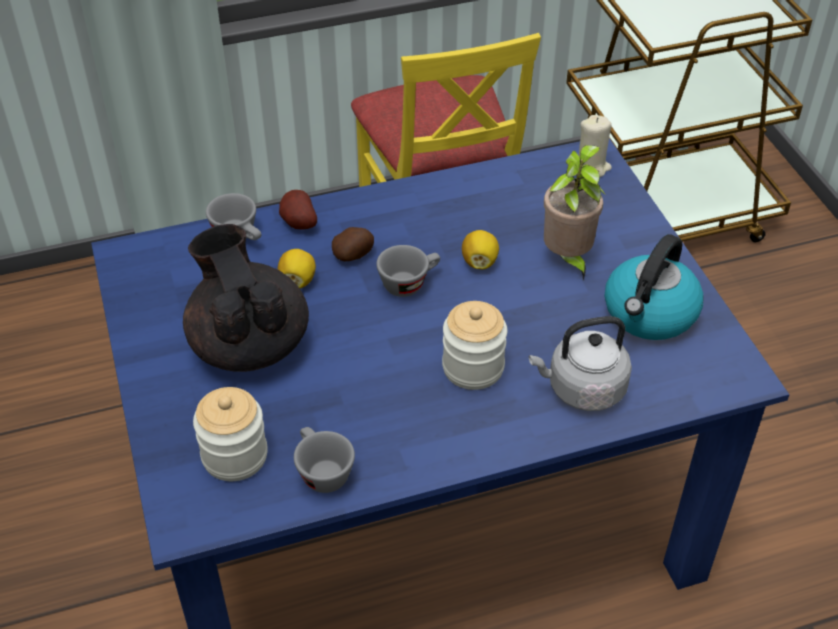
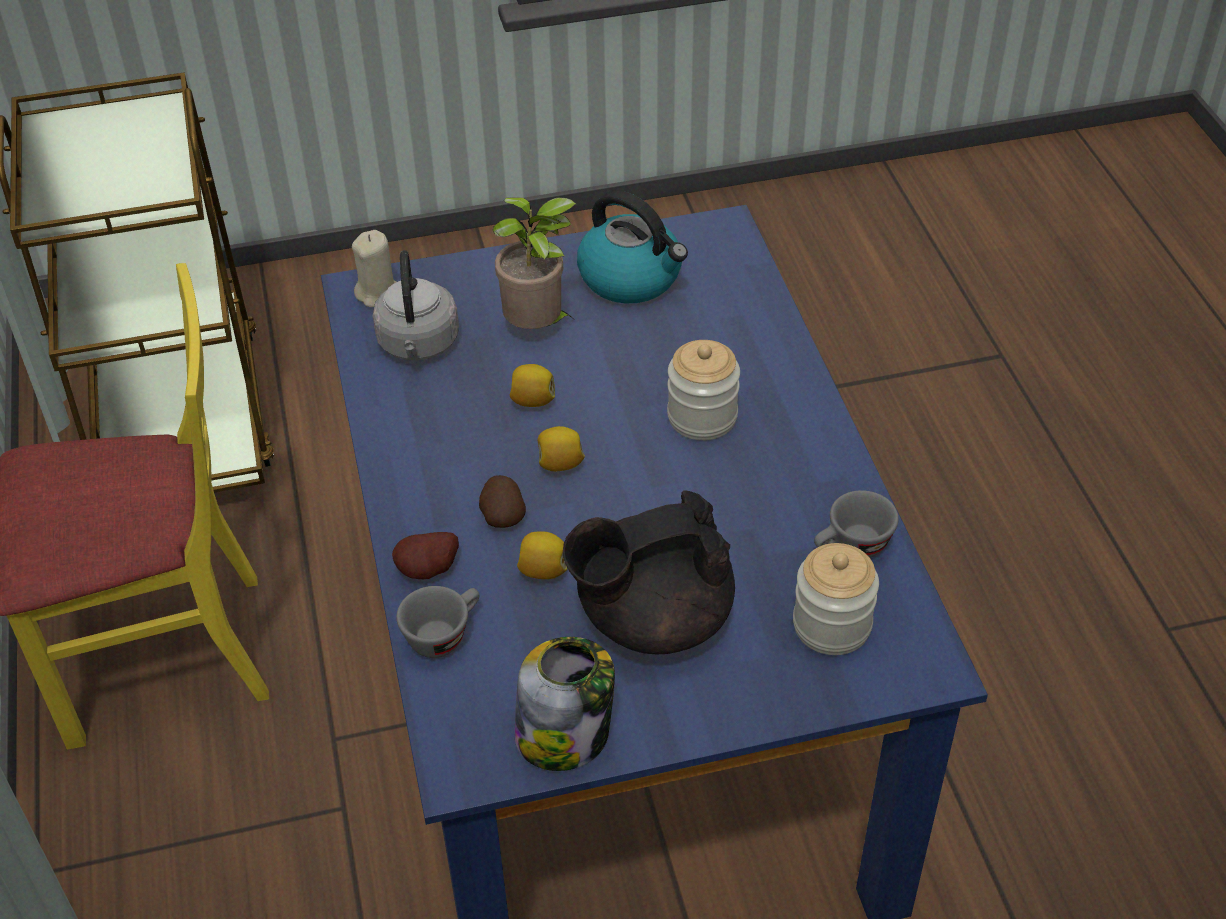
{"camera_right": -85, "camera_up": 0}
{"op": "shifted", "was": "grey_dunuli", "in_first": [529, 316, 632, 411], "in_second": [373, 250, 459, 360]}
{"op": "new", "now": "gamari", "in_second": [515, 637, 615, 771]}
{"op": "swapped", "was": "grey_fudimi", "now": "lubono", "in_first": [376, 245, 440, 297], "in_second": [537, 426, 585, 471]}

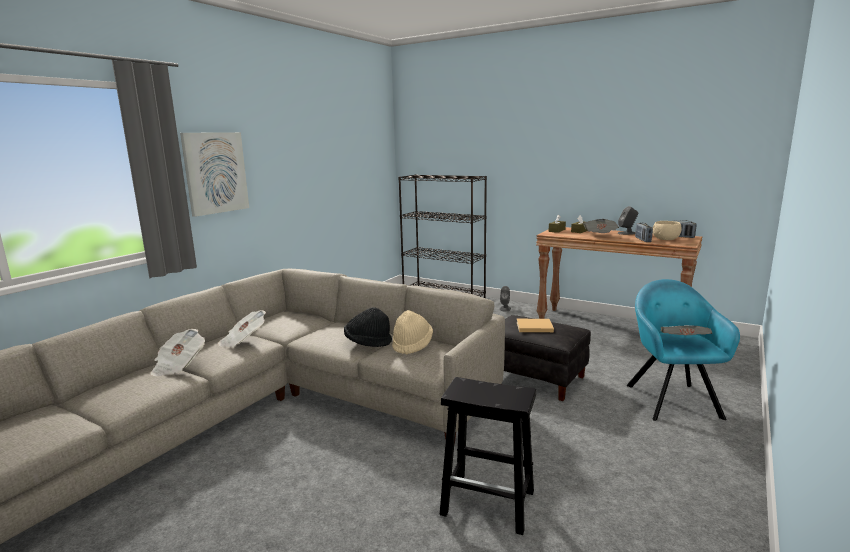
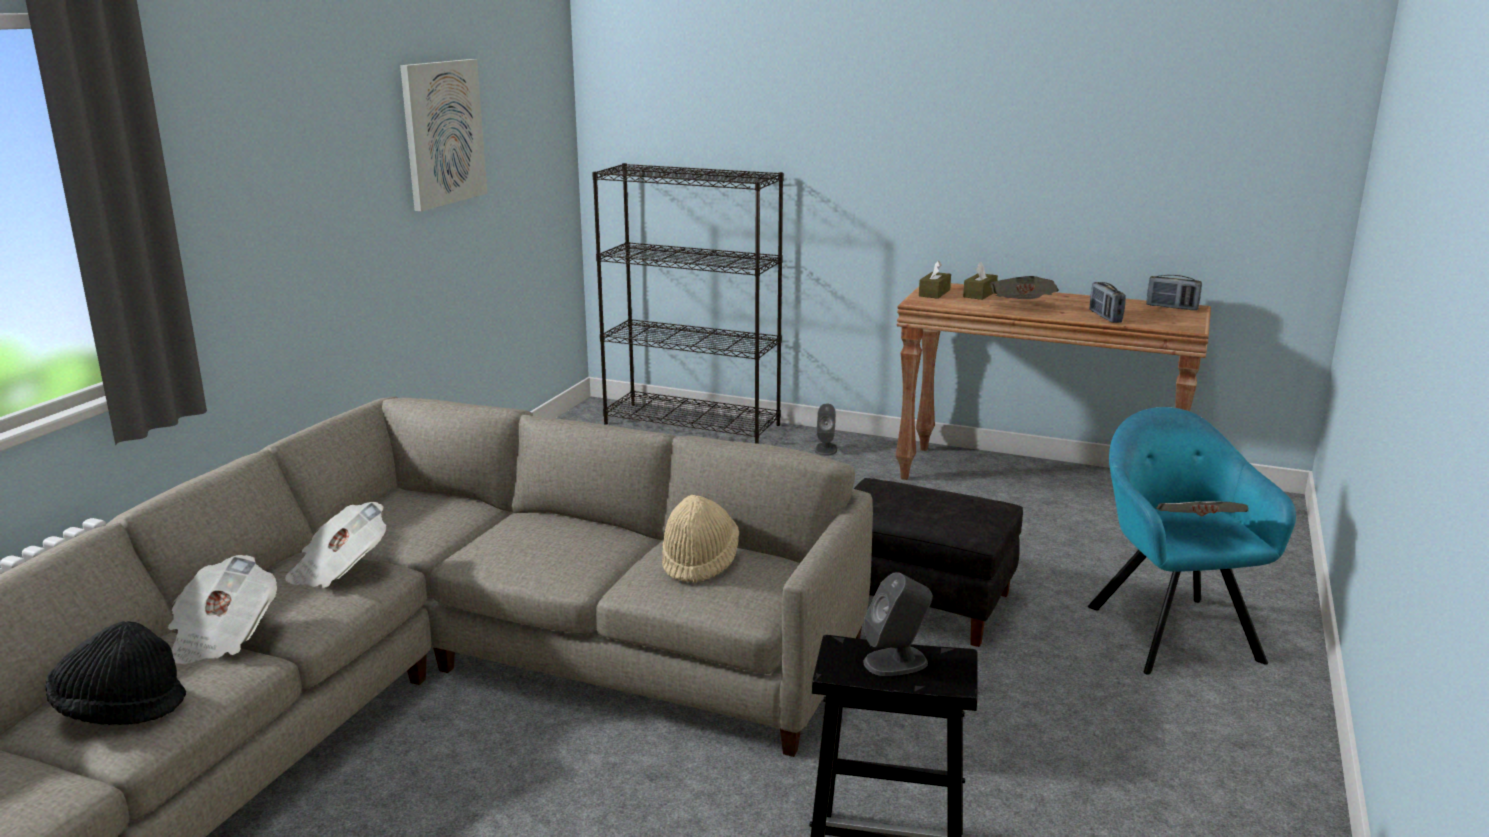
{"camera_right": -10, "camera_up": 5}
{"op": "shifted", "was": "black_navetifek", "in_first": [344, 307, 392, 347], "in_second": [45, 621, 186, 725]}
{"op": "shifted", "was": "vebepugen", "in_first": [180, 132, 249, 217], "in_second": [400, 59, 487, 211]}
{"op": "shifted", "was": "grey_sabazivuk", "in_first": [618, 206, 638, 235], "in_second": [863, 572, 933, 676]}
{"op": "gone", "was": "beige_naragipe", "in_first": [517, 319, 554, 332]}
{"op": "gone", "was": "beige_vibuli", "in_first": [653, 221, 682, 240]}

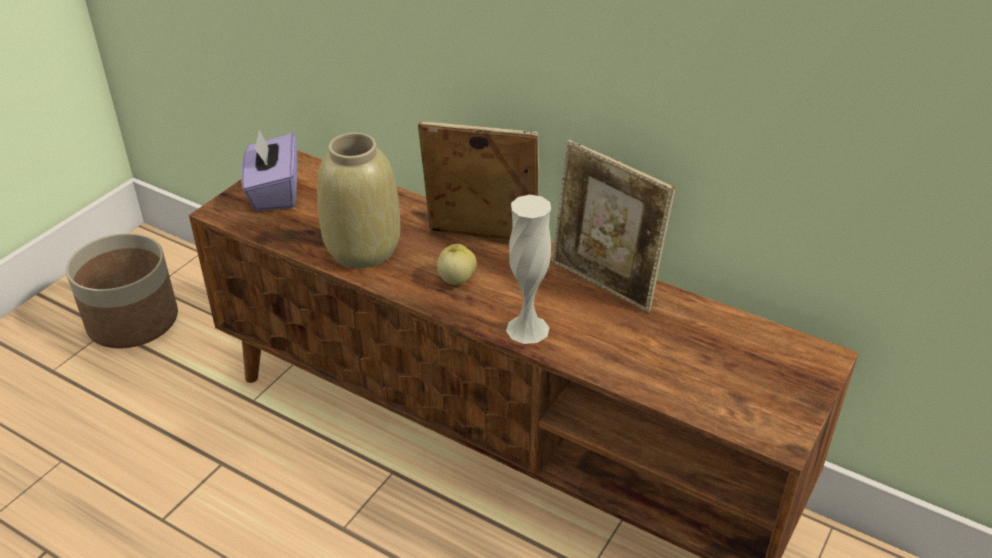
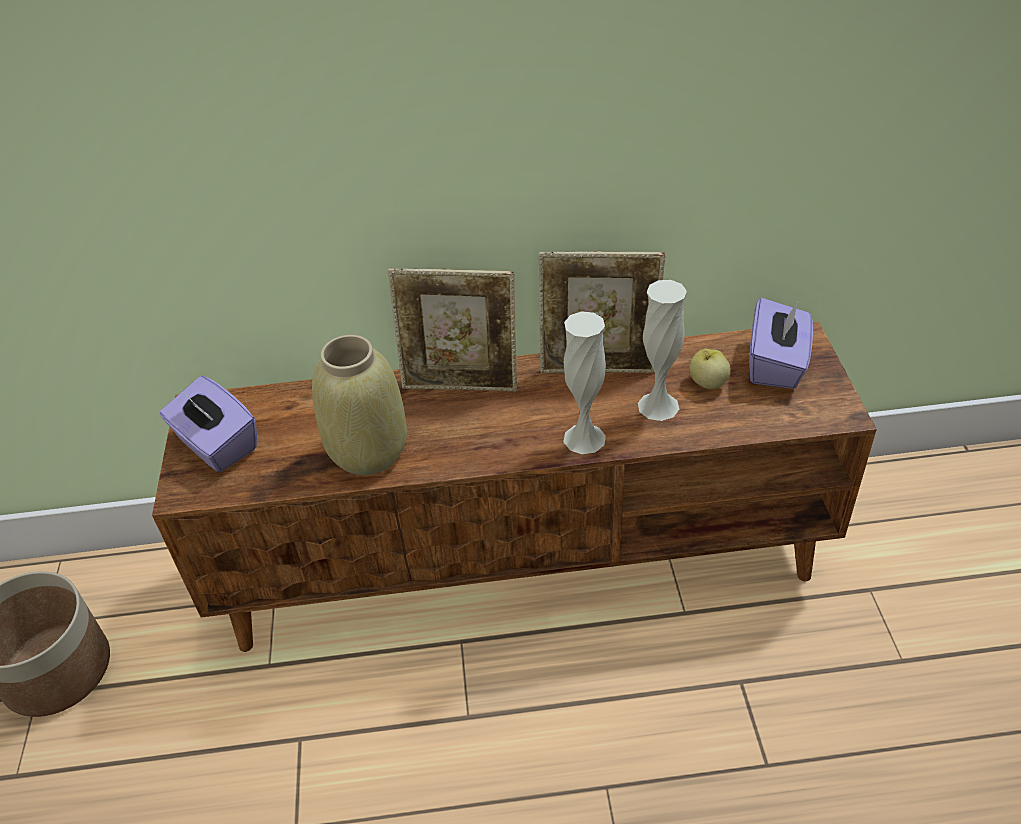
{"camera_right": -35, "camera_up": 5}
{"op": "rotated", "was": "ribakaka", "in_first": [418, 121, 539, 241], "in_second": [388, 268, 517, 391], "clockwise": -150}
{"op": "new", "now": "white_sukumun", "in_second": [638, 280, 687, 421]}
{"op": "shifted", "was": "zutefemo", "in_first": [437, 244, 477, 285], "in_second": [689, 349, 731, 389]}
{"op": "new", "now": "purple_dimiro", "in_second": [749, 298, 813, 389]}

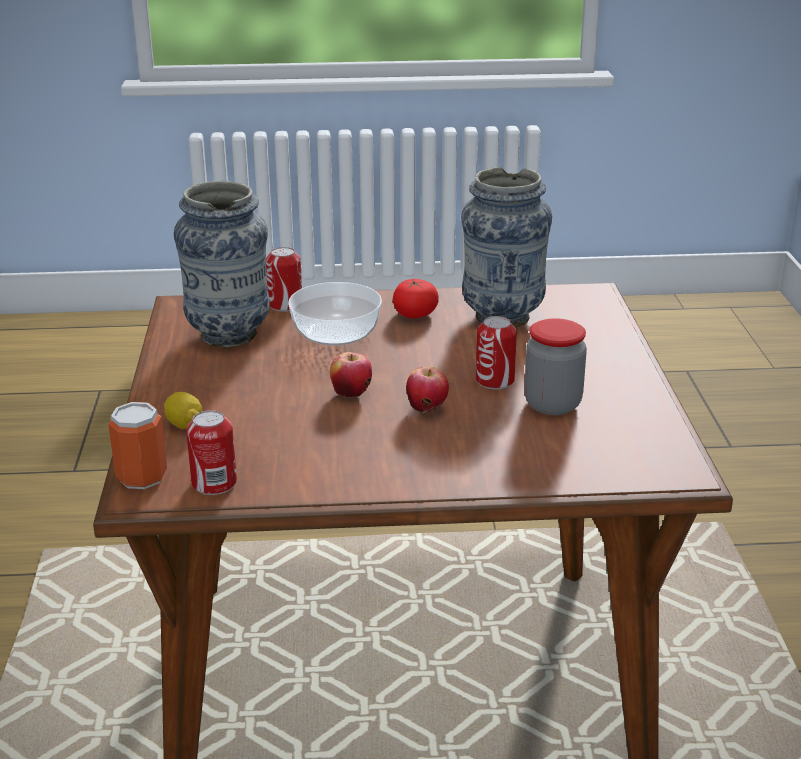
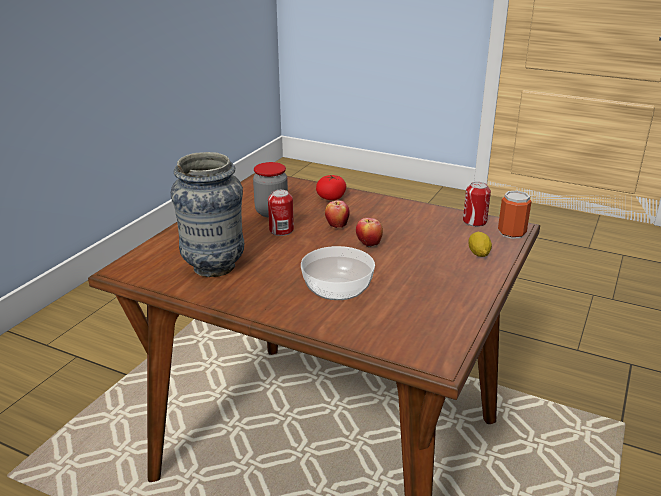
{"camera_right": -150, "camera_up": 0}
{"op": "shifted", "was": "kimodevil", "in_first": [393, 278, 439, 318], "in_second": [316, 175, 346, 200]}
{"op": "gone", "was": "sukumun", "in_first": [174, 181, 270, 347]}
{"op": "gone", "was": "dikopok", "in_first": [266, 247, 302, 312]}

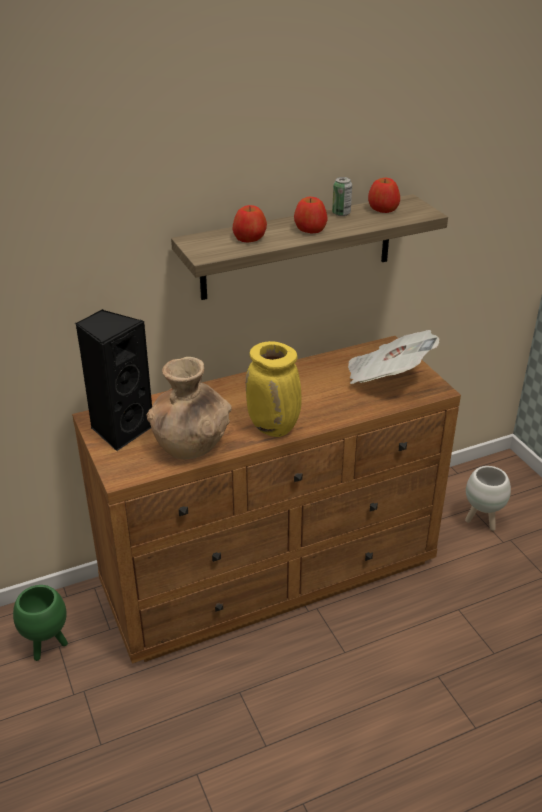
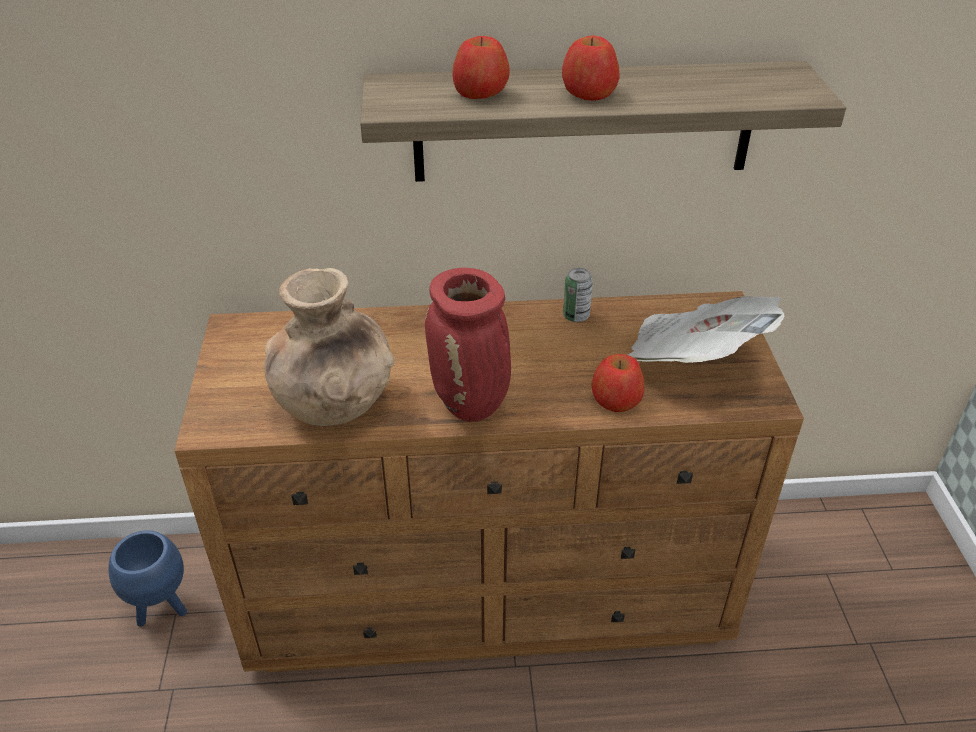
{"camera_right": 20, "camera_up": 5}
{"op": "repainted", "was": "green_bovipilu", "now": "blue_bovipilu", "in_first": [13, 585, 68, 661], "in_second": [108, 530, 187, 626]}
{"op": "repainted", "was": "yellow_sukumun", "now": "red_sukumun", "in_first": [246, 341, 301, 437], "in_second": [425, 268, 511, 422]}
{"op": "shifted", "was": "dikopok", "in_first": [332, 177, 352, 216], "in_second": [563, 268, 593, 322]}
{"op": "shifted", "was": "zutefemo", "in_first": [368, 178, 400, 213], "in_second": [592, 354, 644, 412]}
{"op": "gone", "was": "black_sabazivuk", "in_first": [75, 309, 152, 451]}
{"op": "gone", "was": "white_bovipilu", "in_first": [465, 466, 511, 531]}

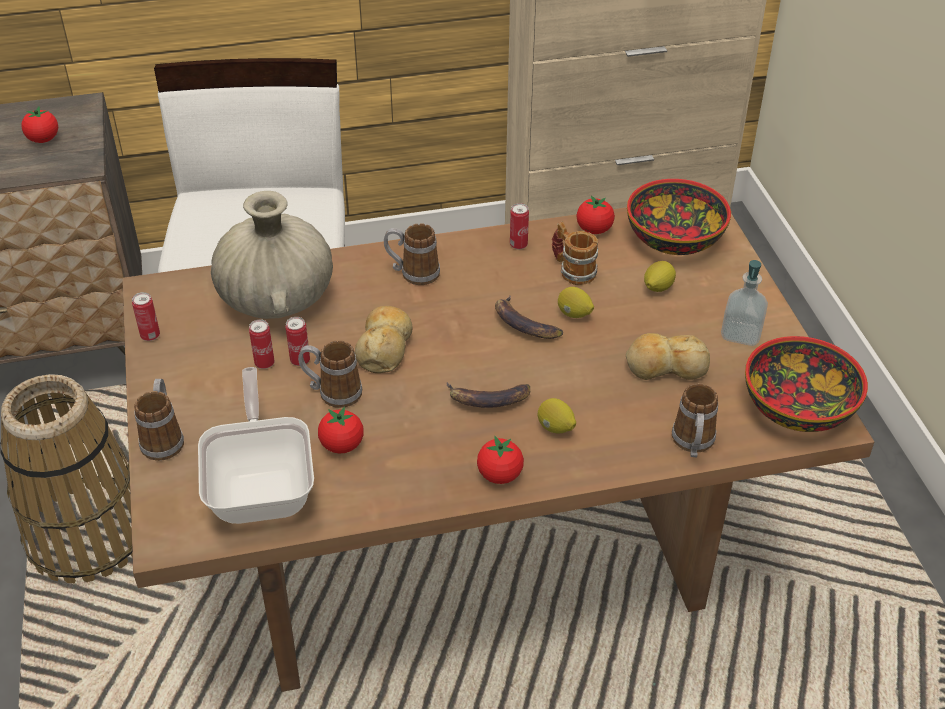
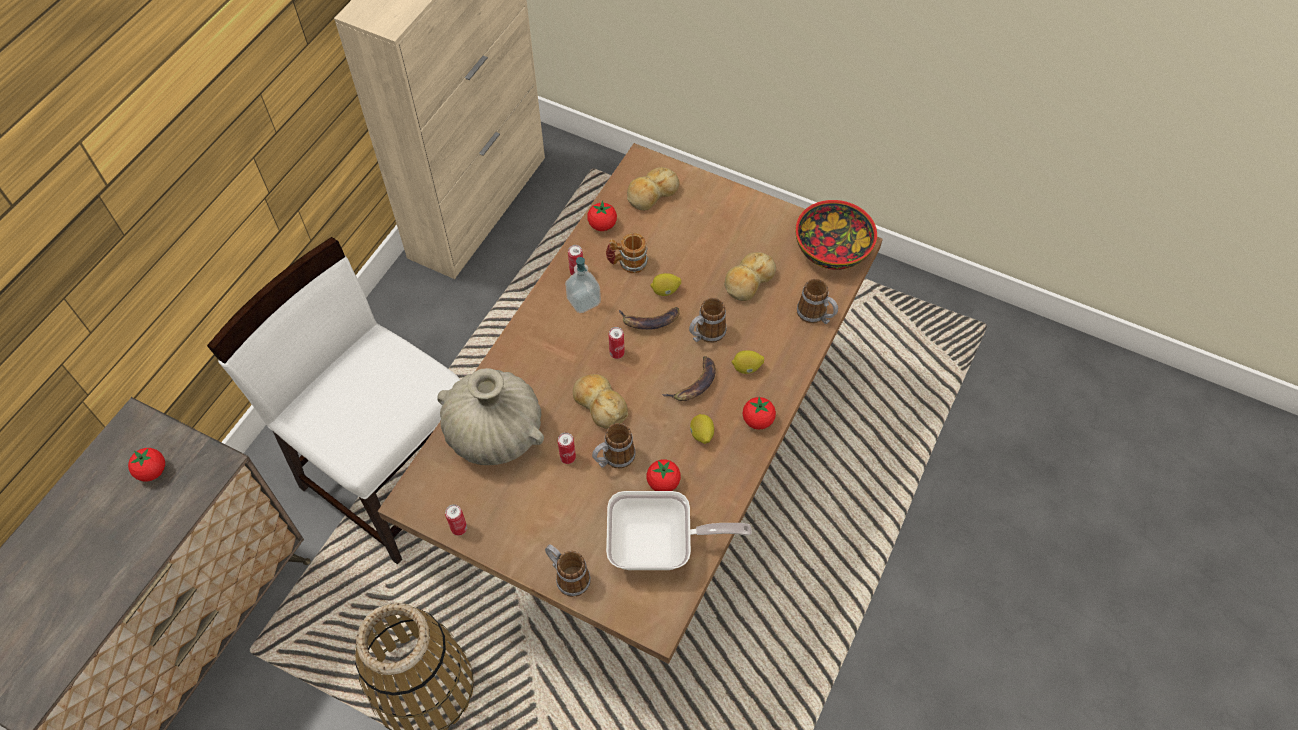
{"camera_right": -50, "camera_up": 15}
{"op": "shifted", "was": "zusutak", "in_first": [721, 260, 768, 346], "in_second": [565, 257, 601, 313]}
{"op": "rotated", "was": "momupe", "in_first": [198, 367, 314, 524], "in_second": [606, 491, 752, 570], "clockwise": 150}
{"op": "shifted", "was": "dikopok", "in_first": [249, 319, 275, 369], "in_second": [609, 327, 625, 359]}
{"op": "swapped", "was": "vibuli", "now": "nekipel", "in_first": [627, 179, 731, 255], "in_second": [627, 167, 679, 211]}
{"op": "shifted", "was": "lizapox", "in_first": [384, 223, 440, 285], "in_second": [689, 298, 727, 343]}
{"op": "shifted", "was": "lubono", "in_first": [644, 261, 676, 292], "in_second": [690, 414, 714, 444]}

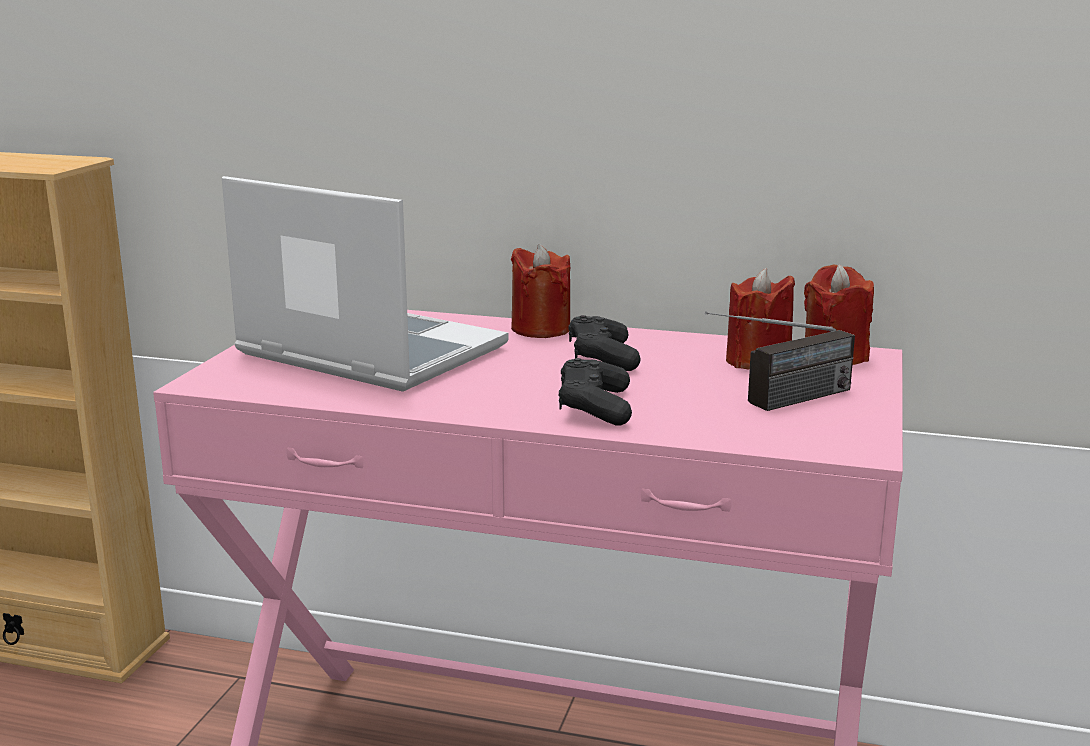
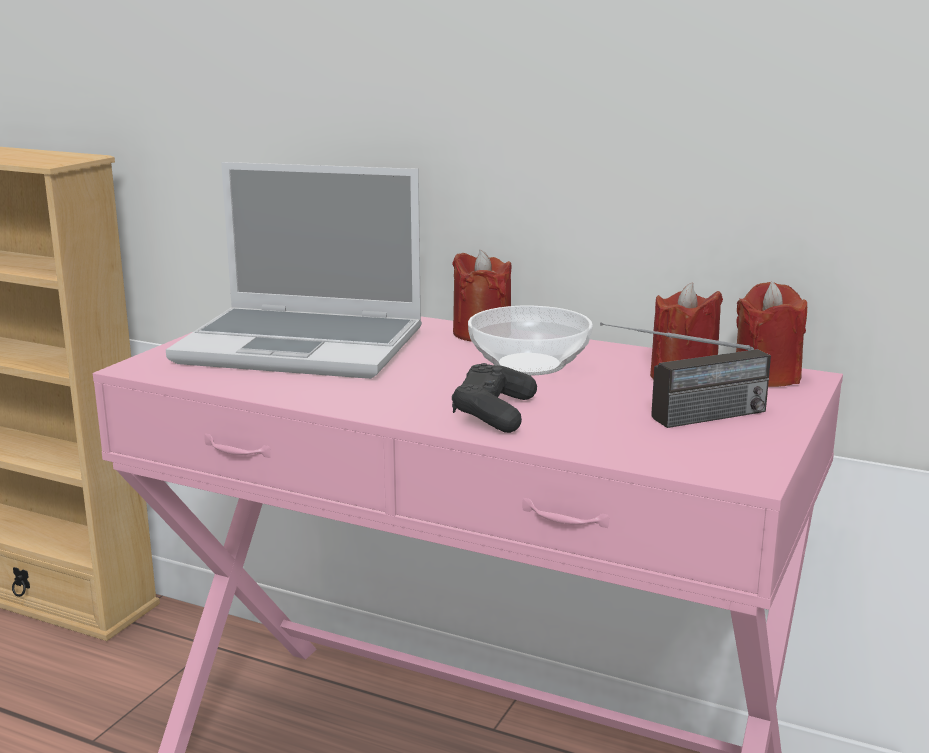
{"camera_right": 10, "camera_up": 0}
{"op": "rotated", "was": "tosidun", "in_first": [222, 176, 509, 392], "in_second": [166, 162, 422, 379], "clockwise": 150}
{"op": "swapped", "was": "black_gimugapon", "now": "vibuli", "in_first": [569, 315, 641, 371], "in_second": [468, 306, 593, 375]}

